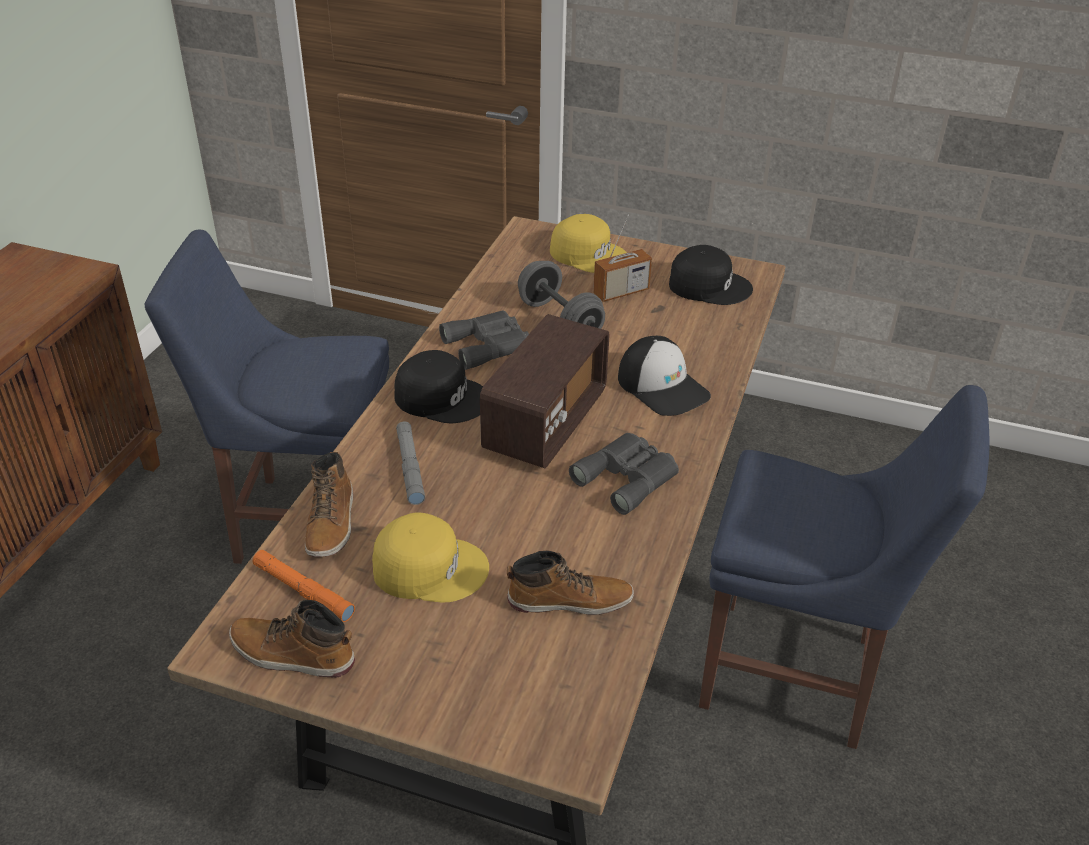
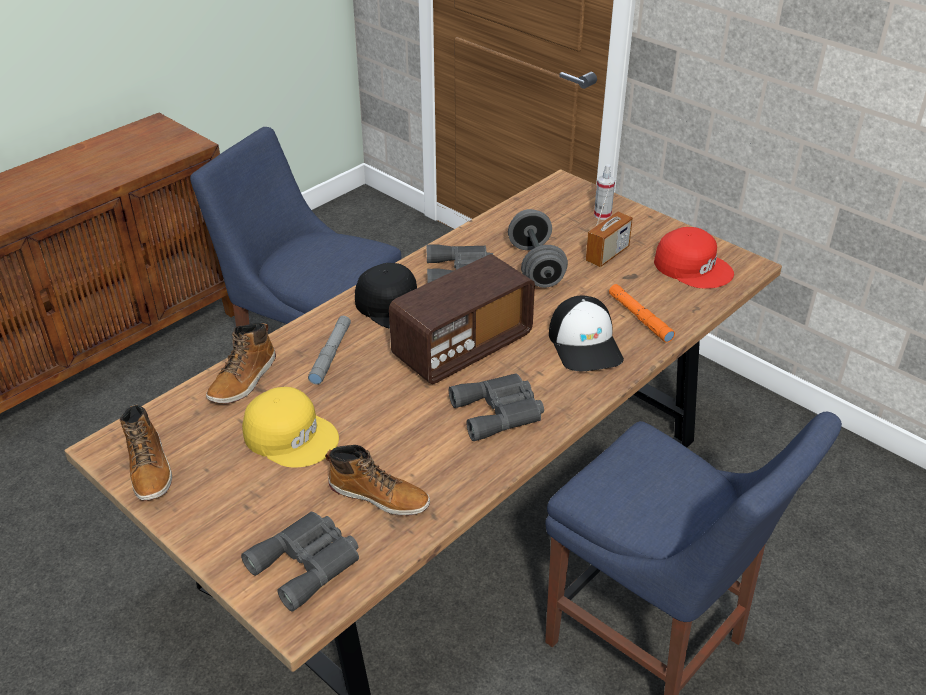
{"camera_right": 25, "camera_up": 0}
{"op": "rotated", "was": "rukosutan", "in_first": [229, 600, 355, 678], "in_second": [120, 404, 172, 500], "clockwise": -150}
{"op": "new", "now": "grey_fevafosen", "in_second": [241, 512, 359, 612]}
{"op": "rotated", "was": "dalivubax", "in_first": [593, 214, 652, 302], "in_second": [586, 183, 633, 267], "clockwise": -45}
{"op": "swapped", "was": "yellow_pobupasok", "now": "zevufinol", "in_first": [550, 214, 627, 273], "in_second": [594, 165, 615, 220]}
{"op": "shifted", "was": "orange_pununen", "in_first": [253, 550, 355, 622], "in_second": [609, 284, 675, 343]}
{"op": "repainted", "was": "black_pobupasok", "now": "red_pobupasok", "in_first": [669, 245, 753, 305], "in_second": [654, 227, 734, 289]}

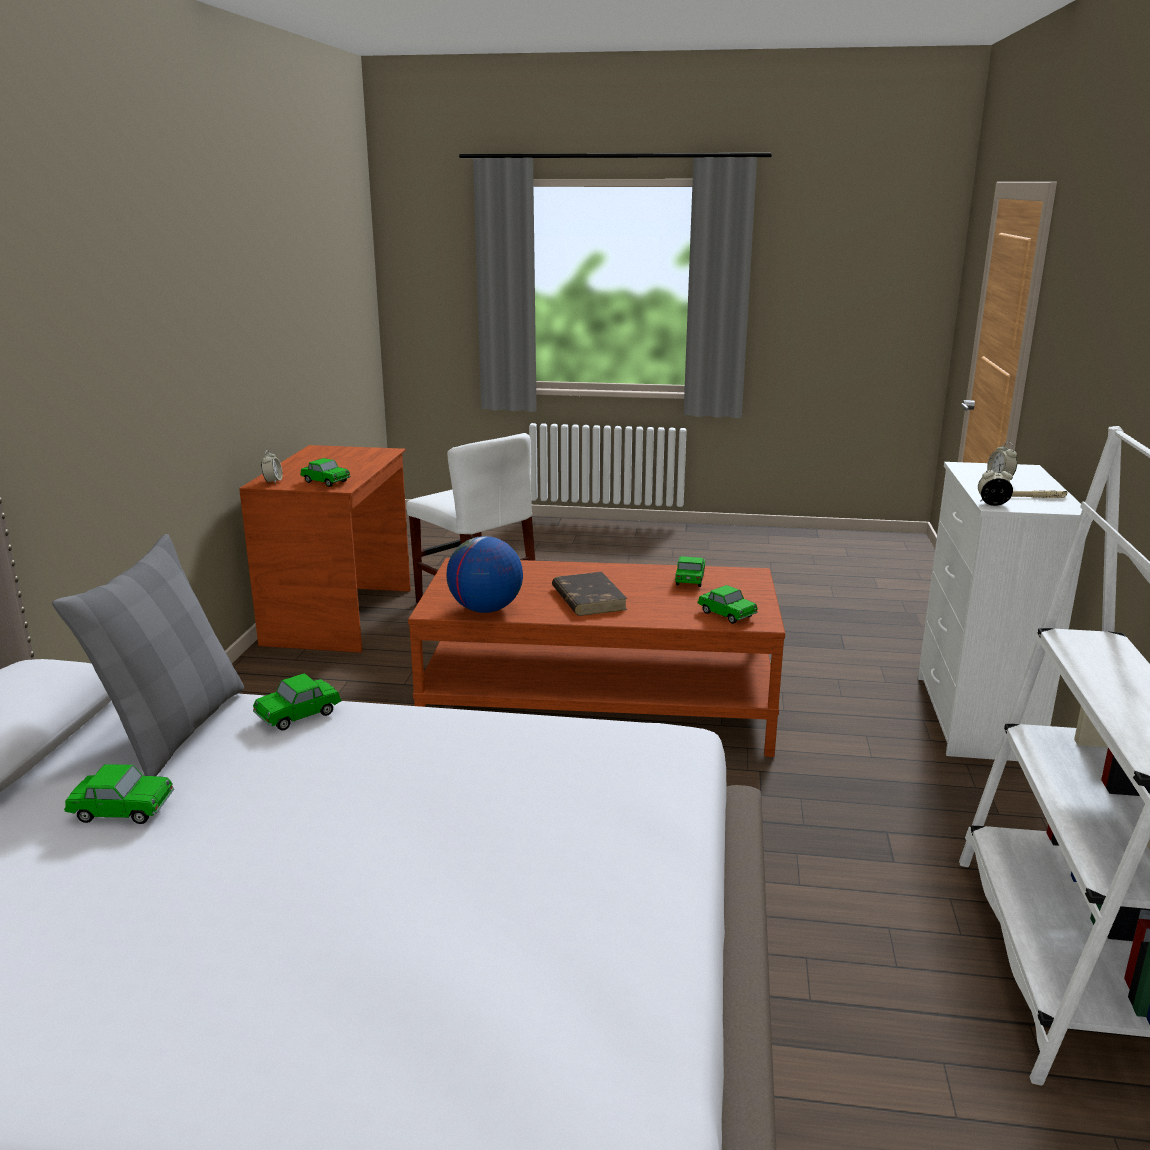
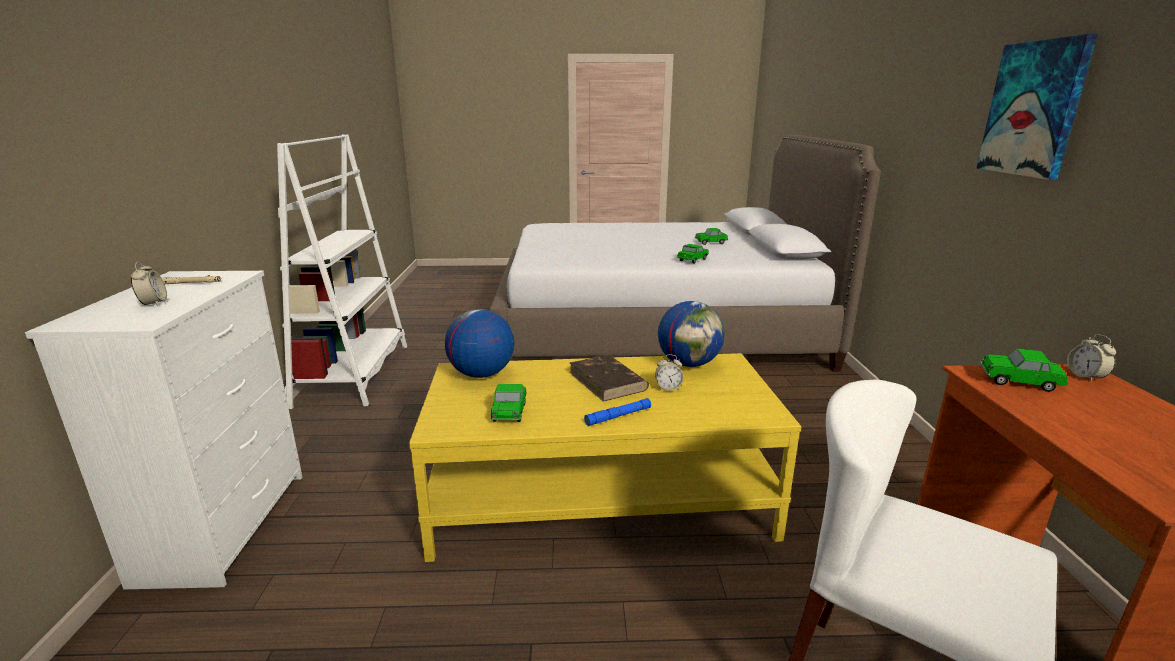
{"camera_right": 170, "camera_up": 0}
{"op": "repainted", "was": "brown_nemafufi", "now": "yellow_nemafufi", "in_first": [408, 558, 785, 757], "in_second": [409, 353, 802, 562]}
{"op": "swapped", "was": "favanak", "now": "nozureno", "in_first": [698, 585, 758, 624], "in_second": [445, 309, 514, 378]}
{"op": "new", "now": "blue_pununen", "in_second": [584, 398, 651, 426]}
{"op": "shifted", "was": "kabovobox", "in_first": [978, 466, 1013, 506], "in_second": [655, 354, 684, 391]}
{"op": "new", "now": "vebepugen", "in_second": [977, 34, 1098, 180]}
{"op": "gone", "was": "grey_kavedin", "in_first": [52, 534, 244, 776]}

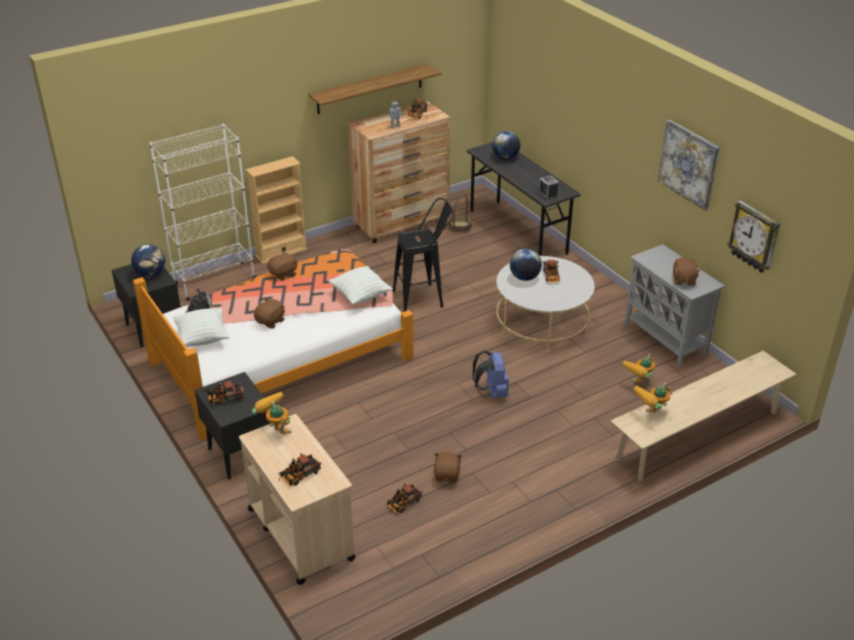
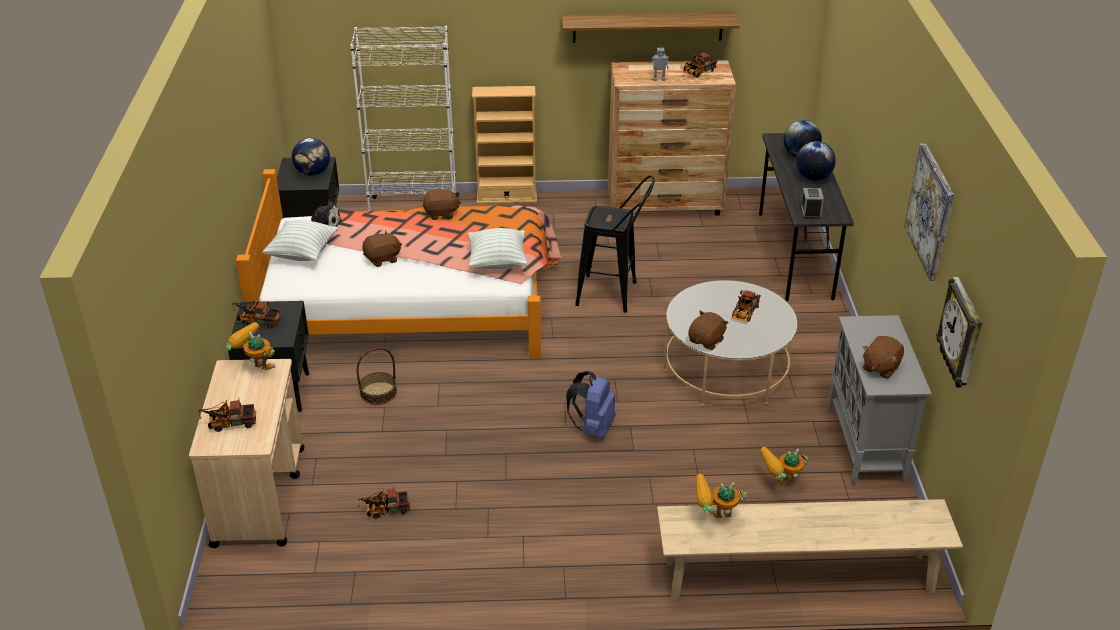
{"camera_right": 30, "camera_up": 0}
{"op": "rotated", "was": "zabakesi", "in_first": [252, 392, 292, 434], "in_second": [226, 322, 275, 370], "clockwise": -45}
{"op": "shifted", "was": "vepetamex", "in_first": [448, 194, 472, 233], "in_second": [357, 348, 397, 405]}
{"op": "shifted", "was": "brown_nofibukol", "in_first": [434, 451, 462, 483], "in_second": [689, 311, 729, 350]}
{"op": "shifted", "was": "nozureno", "in_first": [510, 248, 542, 281], "in_second": [796, 141, 836, 180]}

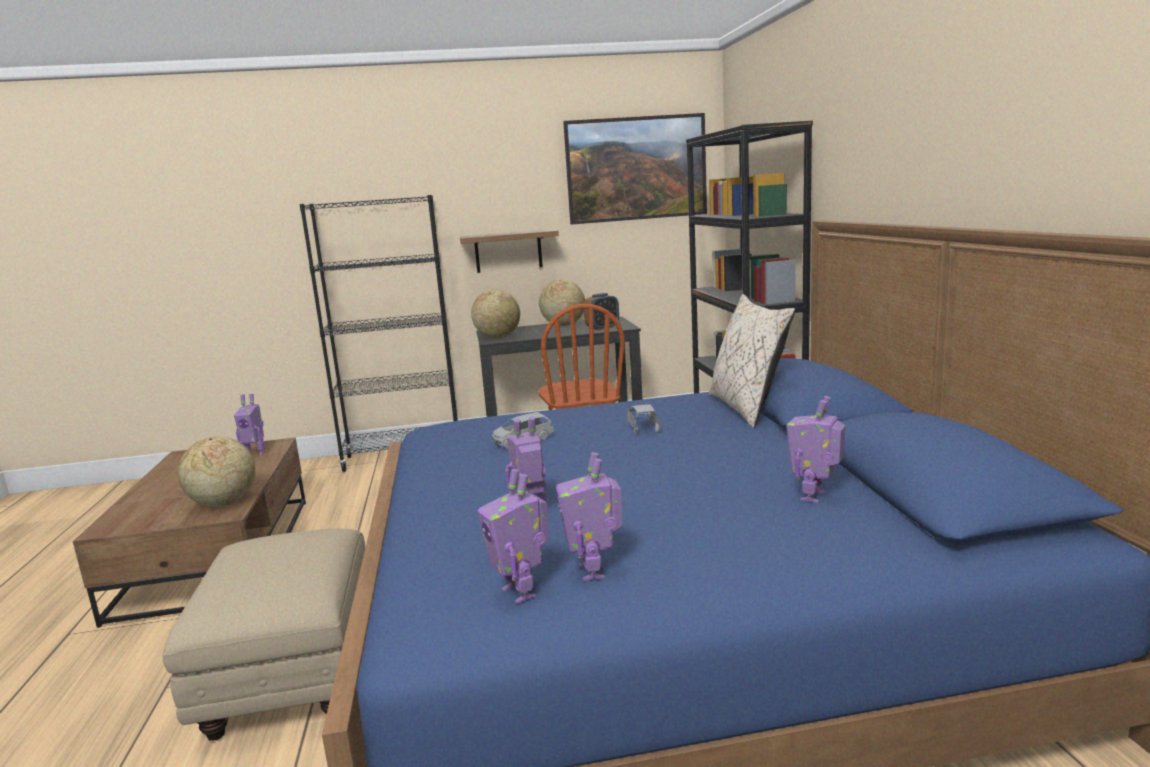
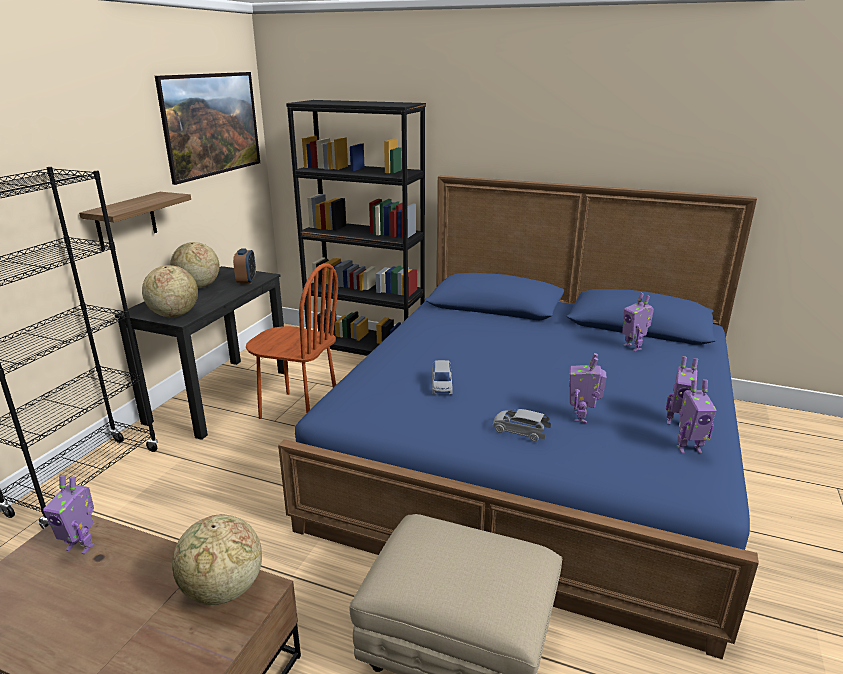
{"camera_right": -60, "camera_up": 10}
{"op": "rotated", "was": "zabakesi", "in_first": [234, 394, 266, 456], "in_second": [43, 475, 95, 554], "clockwise": 75}
{"op": "shifted", "was": "grey_favanak", "in_first": [627, 404, 661, 435], "in_second": [493, 409, 551, 441]}
{"op": "gone", "was": "beige_kavedin", "in_first": [709, 294, 795, 428]}

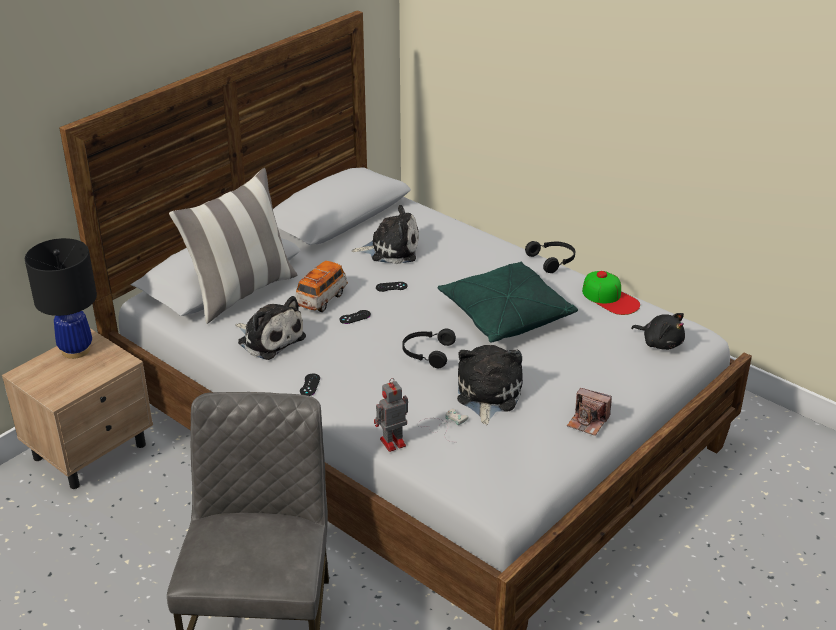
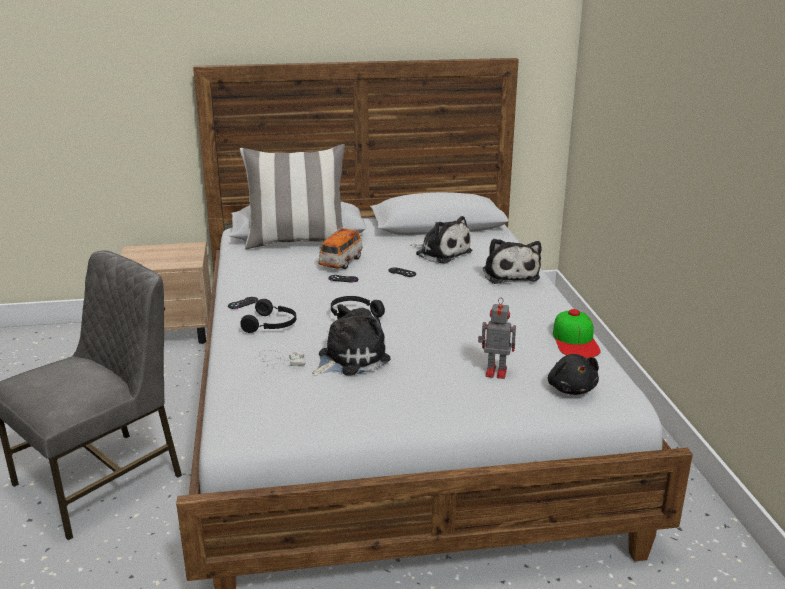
{"camera_right": 40, "camera_up": -10}
{"op": "shifted", "was": "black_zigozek", "in_first": [525, 241, 575, 273], "in_second": [240, 299, 296, 333]}
{"op": "rotated", "was": "favanak", "in_first": [295, 261, 348, 312], "in_second": [318, 227, 363, 269], "clockwise": 135}
{"op": "shifted", "was": "zabakesi", "in_first": [374, 378, 408, 452], "in_second": [478, 297, 516, 379]}
{"op": "shifted", "was": "nofibukol", "in_first": [235, 296, 306, 360], "in_second": [483, 239, 542, 284]}
{"op": "gone", "was": "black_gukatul", "in_first": [25, 238, 97, 359]}
{"op": "gone", "was": "green_kavedin", "in_first": [437, 262, 578, 343]}
{"op": "gone", "was": "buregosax", "in_first": [567, 388, 612, 436]}

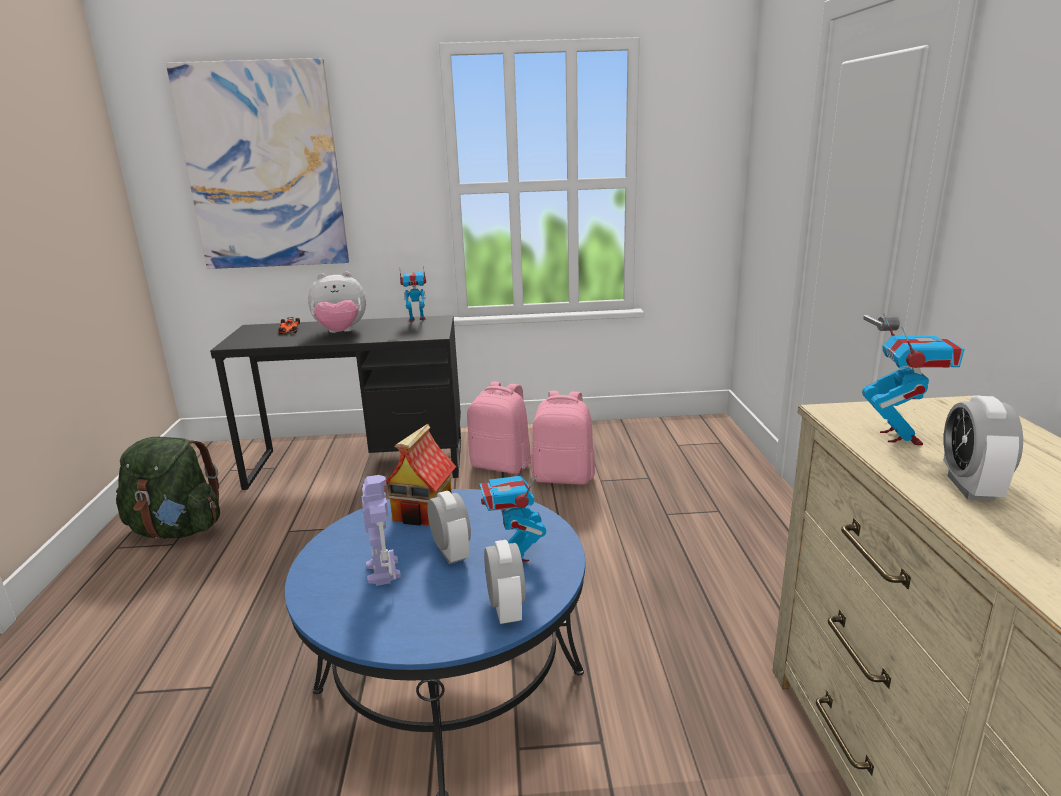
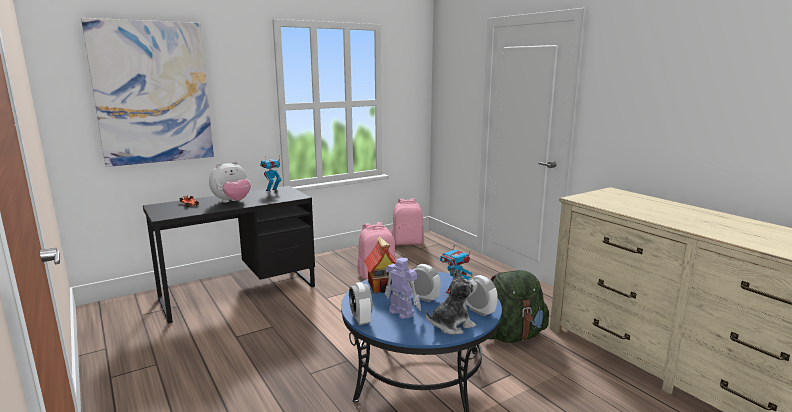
{"camera_right": -30, "camera_up": -5}
{"op": "shifted", "was": "kabovobox", "in_first": [944, 396, 1023, 501], "in_second": [349, 282, 373, 325]}
{"op": "shifted", "was": "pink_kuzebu", "in_first": [467, 382, 531, 474], "in_second": [392, 198, 424, 245]}
{"op": "new", "now": "nofibukol", "in_second": [426, 269, 478, 335]}
{"op": "shifted", "was": "green_kuzebu", "in_first": [116, 437, 220, 539], "in_second": [488, 270, 549, 343]}
{"op": "gone", "was": "zabakesi", "in_first": [862, 313, 965, 445]}

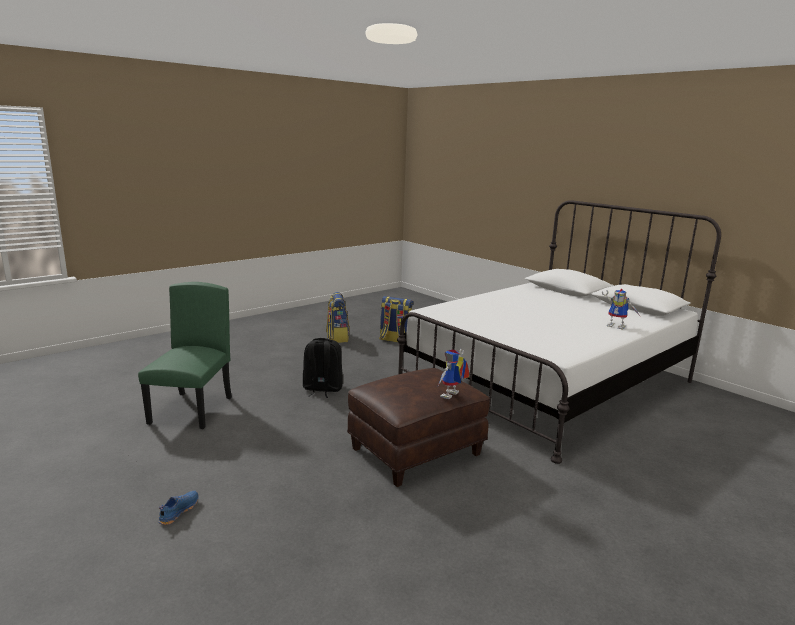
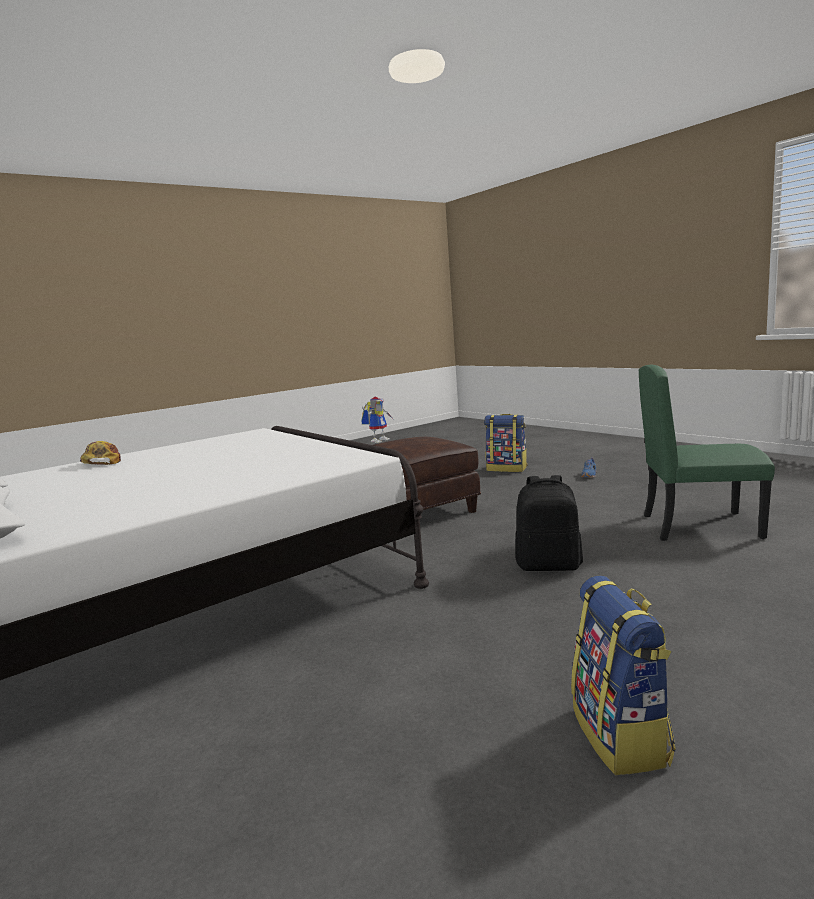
{"camera_right": -175, "camera_up": -5}
{"op": "swapped", "was": "zabakesi", "now": "pobupasok", "in_first": [602, 289, 639, 330], "in_second": [80, 441, 121, 465]}
{"op": "shifted", "was": "kuzebu", "in_first": [379, 296, 413, 343], "in_second": [484, 414, 528, 472]}
{"op": "rotated", "was": "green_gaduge", "in_first": [138, 282, 232, 429], "in_second": [639, 365, 775, 541], "clockwise": 90}

